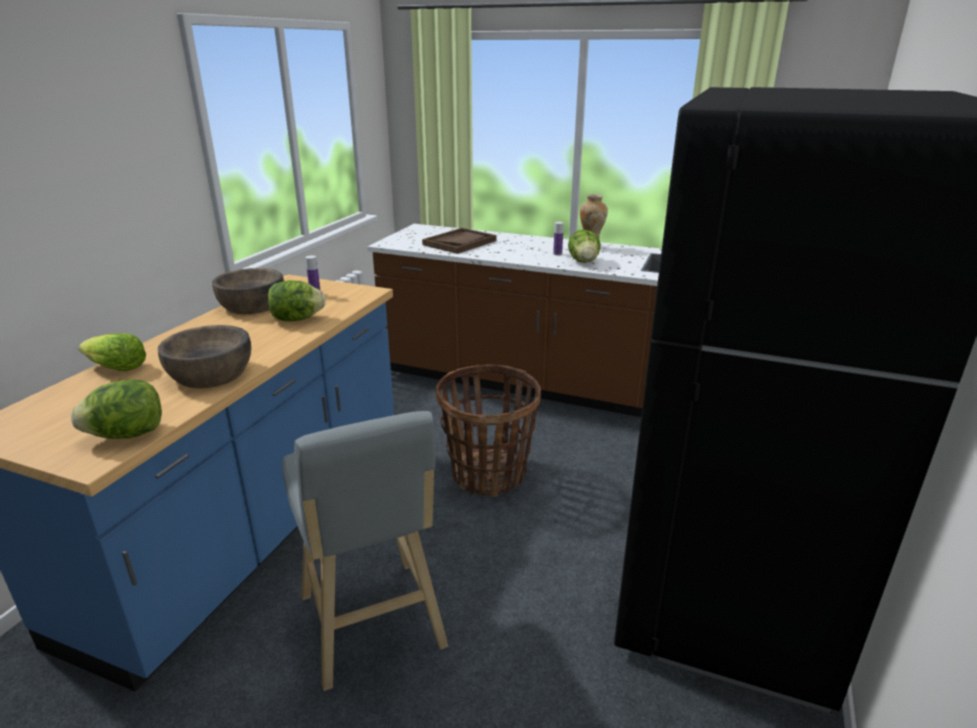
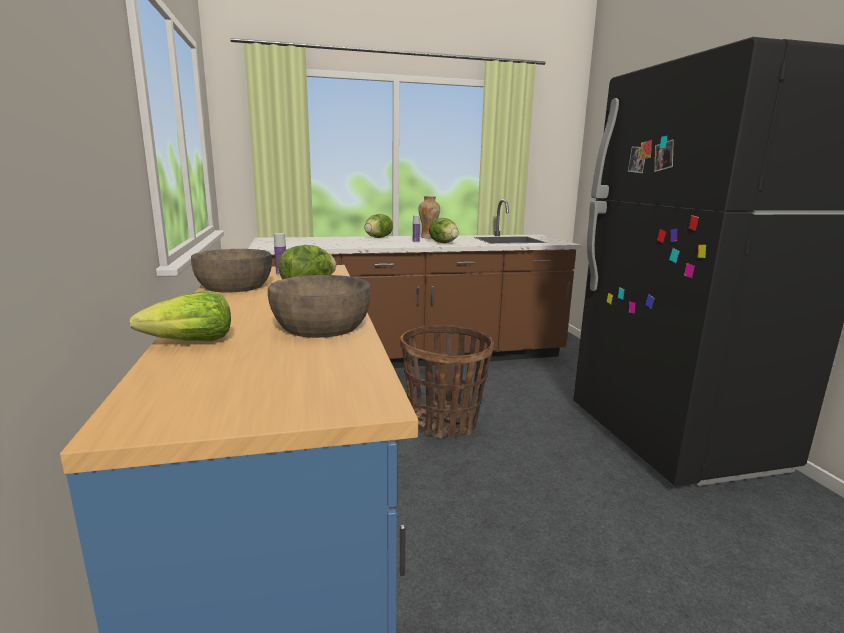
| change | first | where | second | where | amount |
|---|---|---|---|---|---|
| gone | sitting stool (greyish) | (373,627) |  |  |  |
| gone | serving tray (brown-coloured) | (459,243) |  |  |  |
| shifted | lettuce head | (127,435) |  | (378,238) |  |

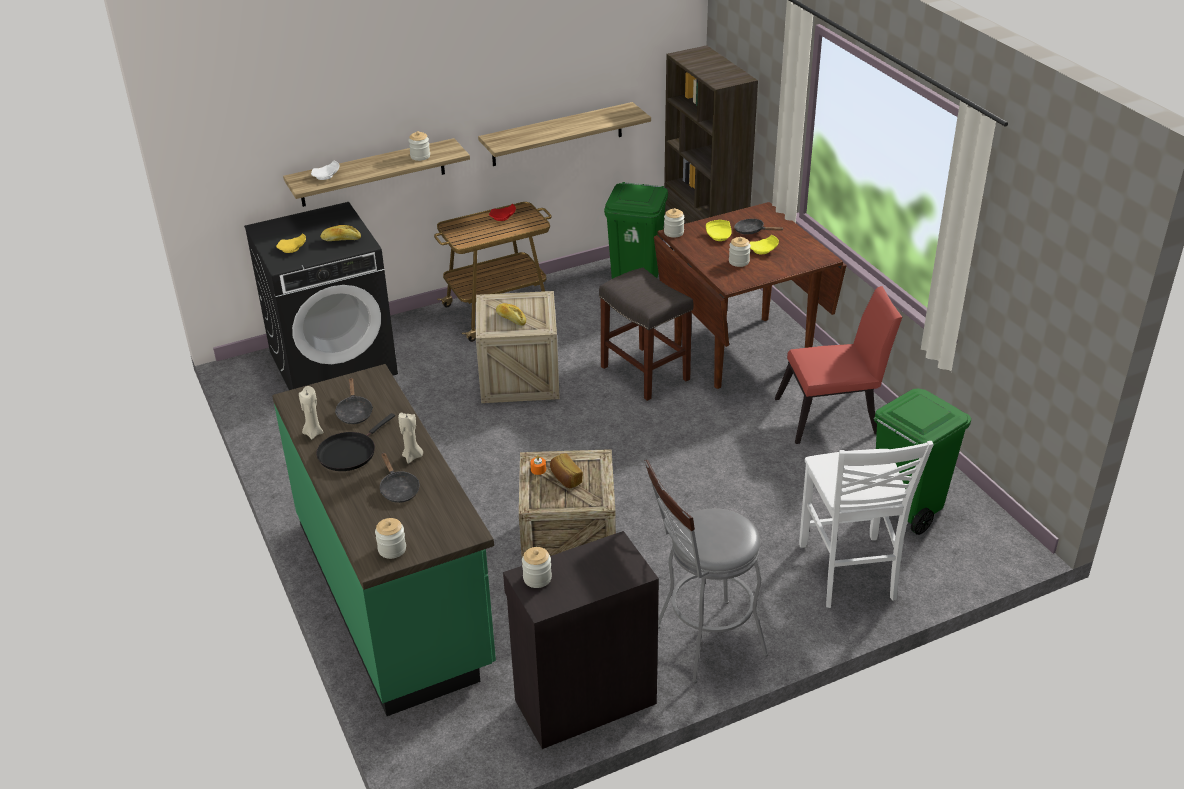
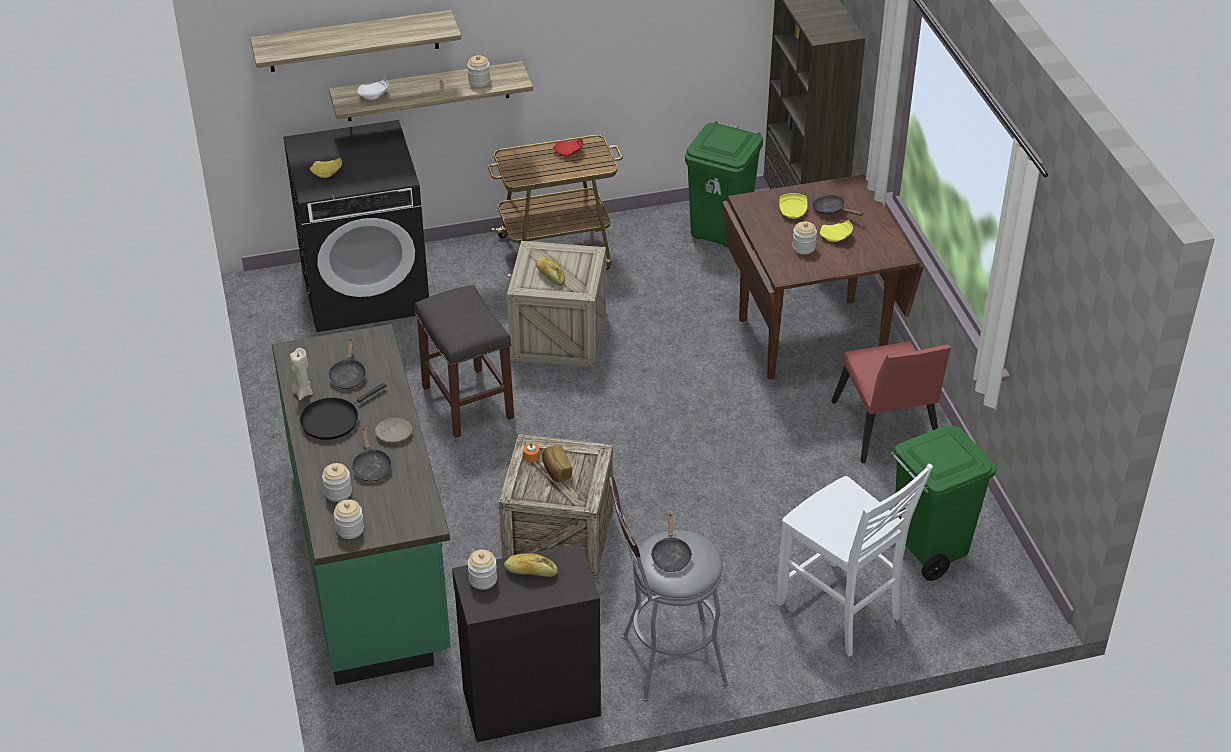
| change | first | where | second | where | amount |
|---|---|---|---|---|---|
| new |  |  | pan (black-coloured) | (671,555) |  |
| shifted | bakery bread | (341,239) |  | (530,571) |  |
| shifted | shelf | (557,134) |  | (353,41) |  |
| shifted | sitting stool (greyish) | (643,373) |  | (466,402) |  |
| shifted | storage jar | (673,232) |  | (338,492) |  |
| swapped | candle (sand-coloured) | (412,457) | dinner plate (sand-coloured) | (393,433) |  |
| rotated | upright chair (red) | (833,416) |  | (887,430) | 75 degrees clockwise |
| rotated | upright chair (white-coloured) | (848,573) |  | (840,611) | 45 degrees counterclockwise |

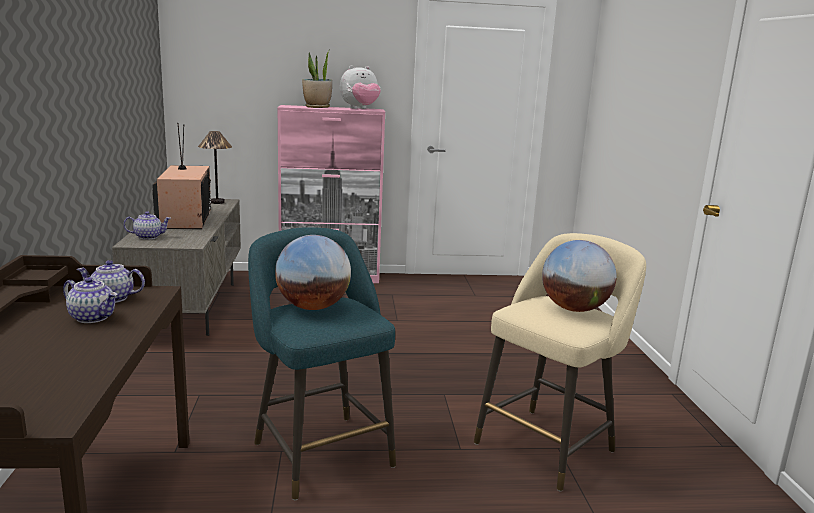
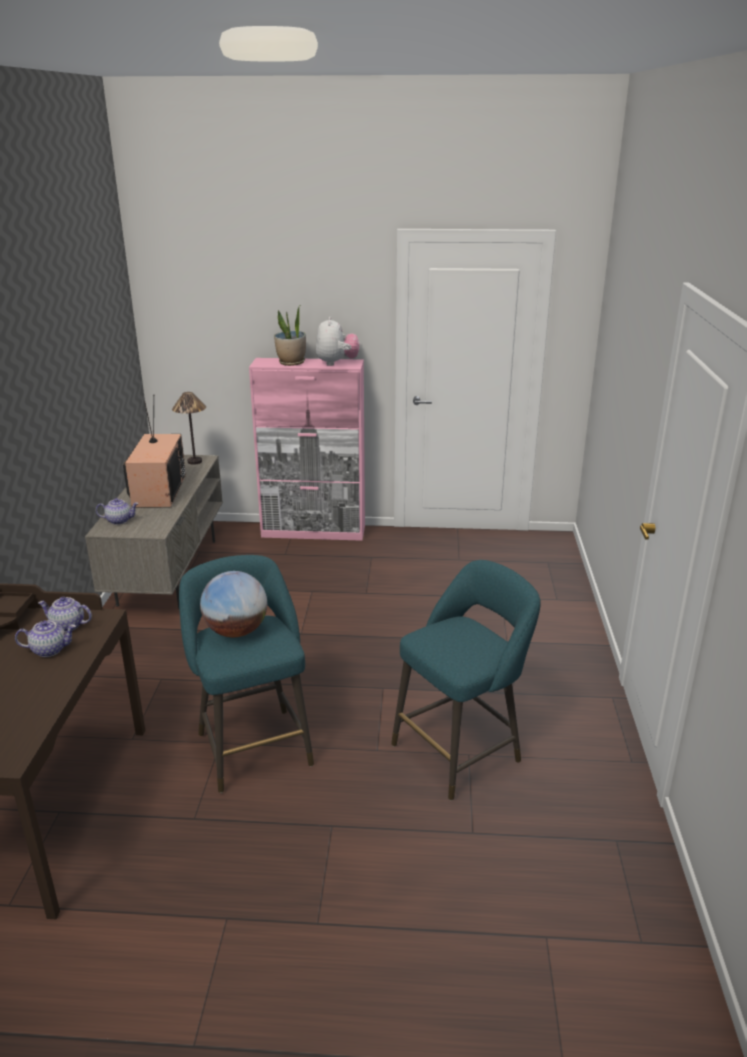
| change | first | where | second | where | amount |
|---|---|---|---|---|---|
| gone | desk globe | (574,309) |  |  |  |
| repainted | sitting stool (sand-coloured) | (549,444) | sitting stool (turquoise) | (461,750) |  |
| rotated | pot for tea | (93,317) |  | (50,650) | 45 degrees counterclockwise |
| rotated | soft toy | (360,109) |  | (336,363) | 75 degrees counterclockwise |

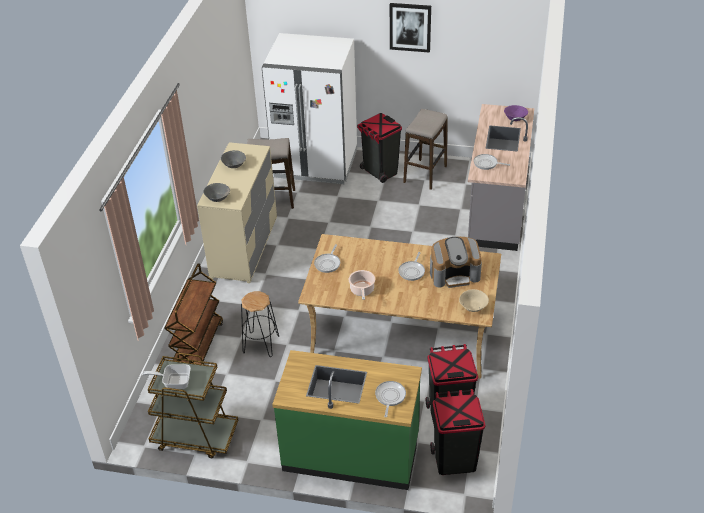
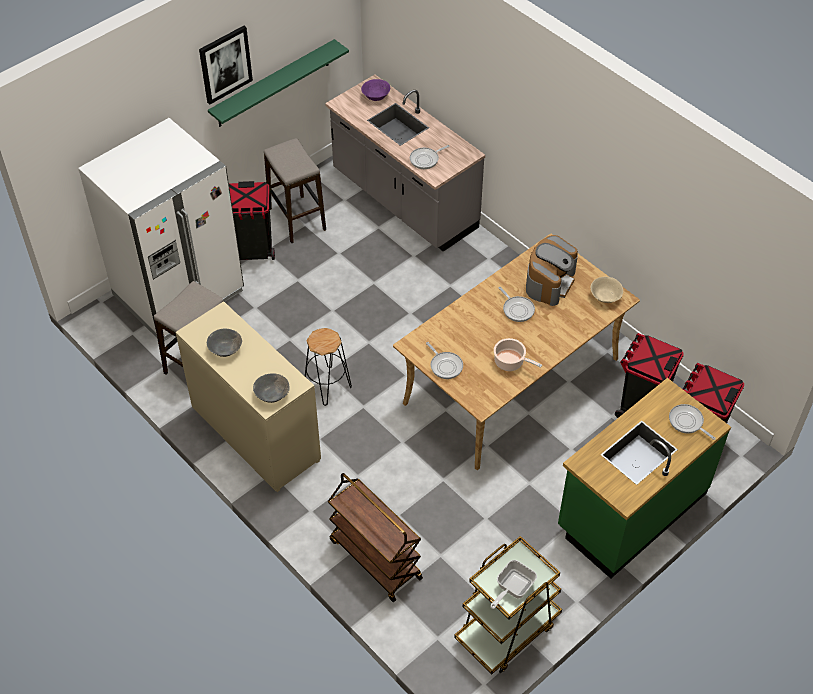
| change | first | where | second | where | amount |
|---|---|---|---|---|---|
| new |  |  | shelf (green) | (273,84) |  |
| shifted | sitting stool (black-coloured) | (260,344) |  | (327,386) |  |

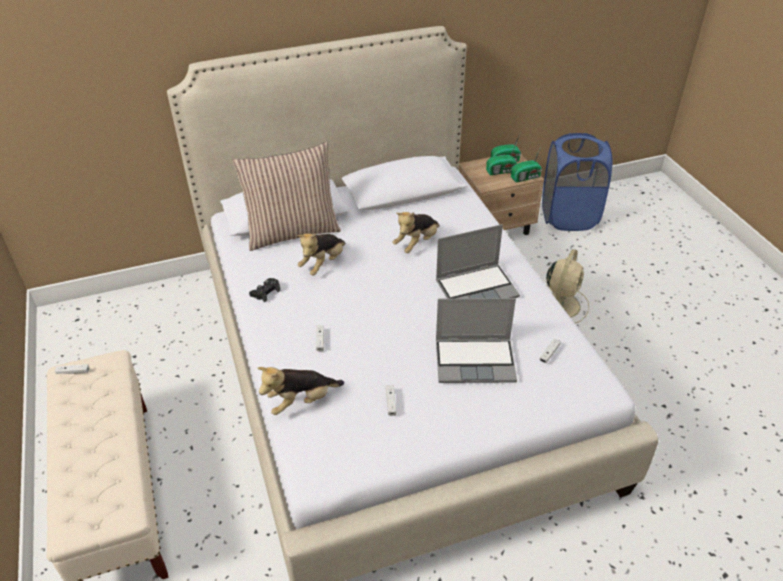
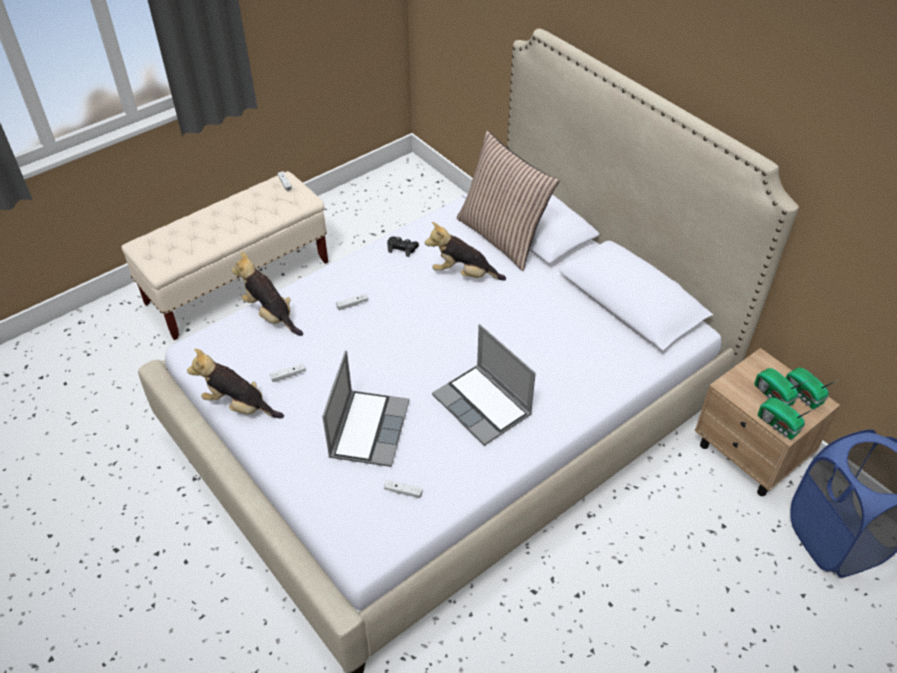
| change | first | where | second | where | amount |
|---|---|---|---|---|---|
| gone | electric fan (sand-coloured) | (561,304) |  |  |  |
| shifted | soft toy | (417,243) |  | (239,406) |  |
| rotated | laptop | (476,361) |  | (368,428) | 150 degrees counterclockwise |

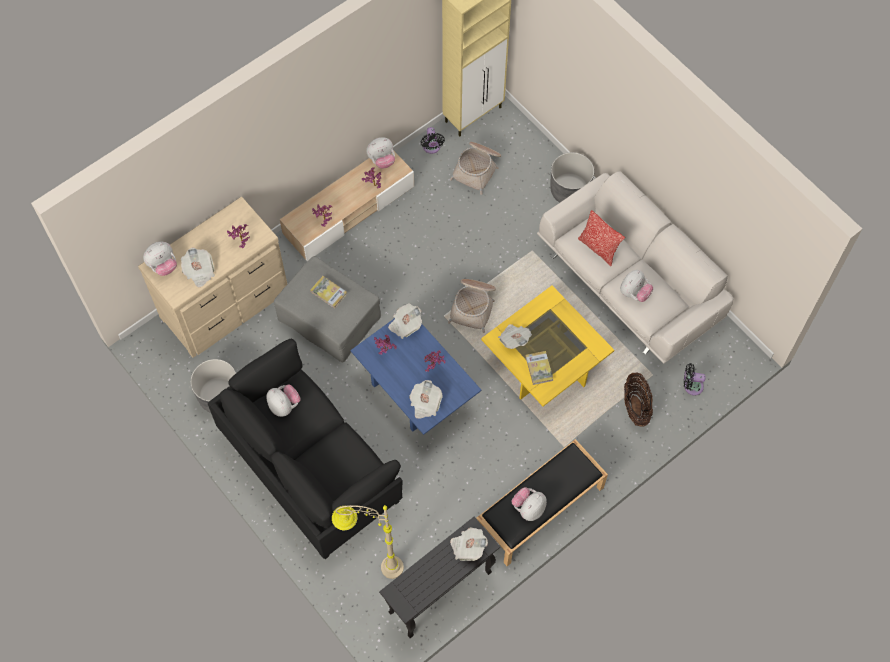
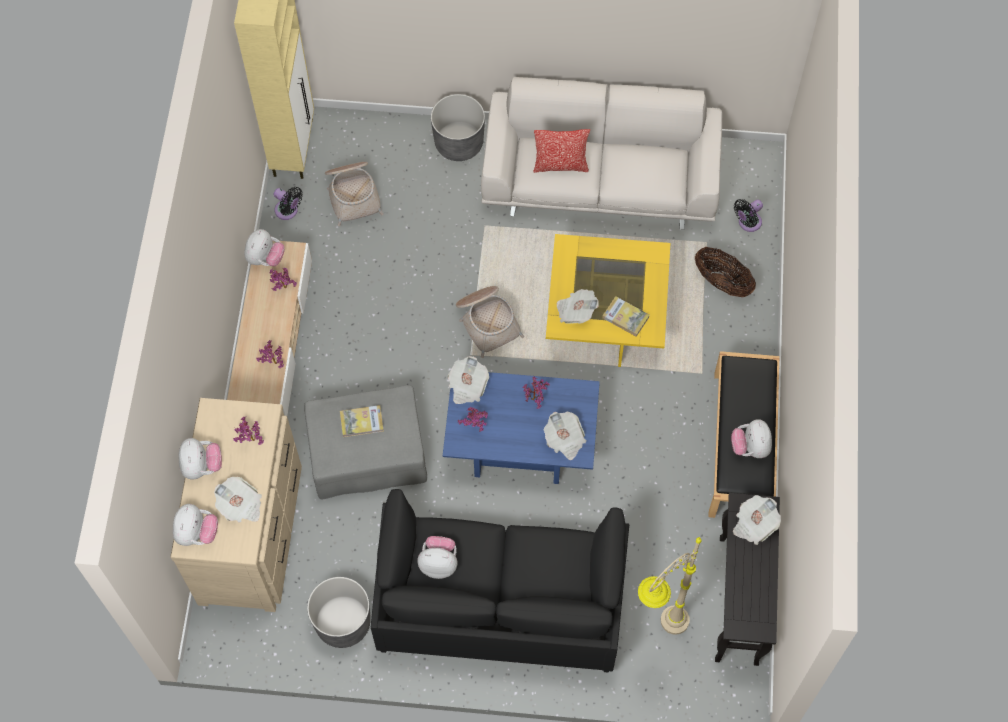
| change | first | where | second | where | amount |
|---|---|---|---|---|---|
| shifted | soft toy | (634,293) |  | (202,466) |  |

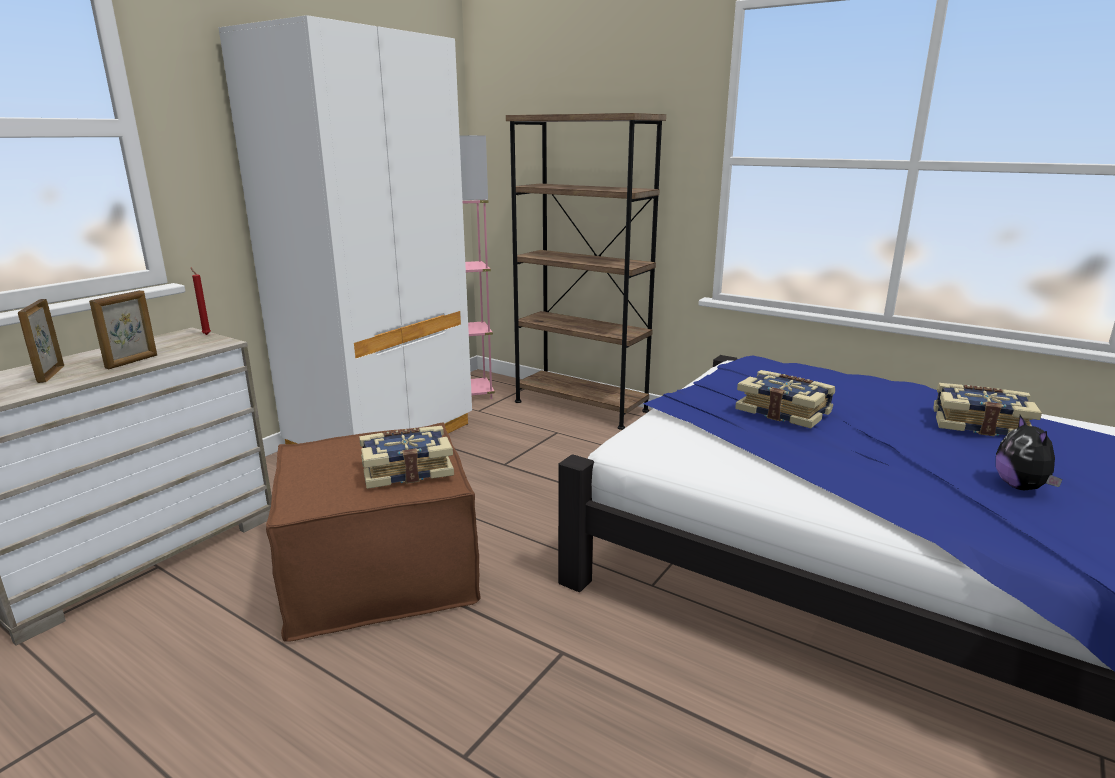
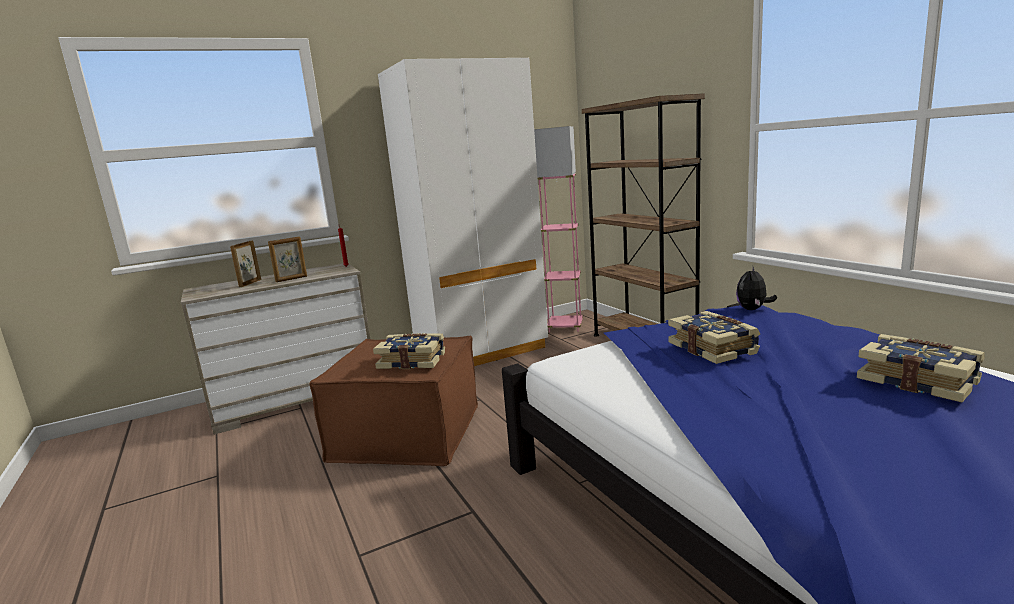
| change | first | where | second | where | amount |
|---|---|---|---|---|---|
| shifted | soft toy | (1021,487) |  | (753,309) |  |

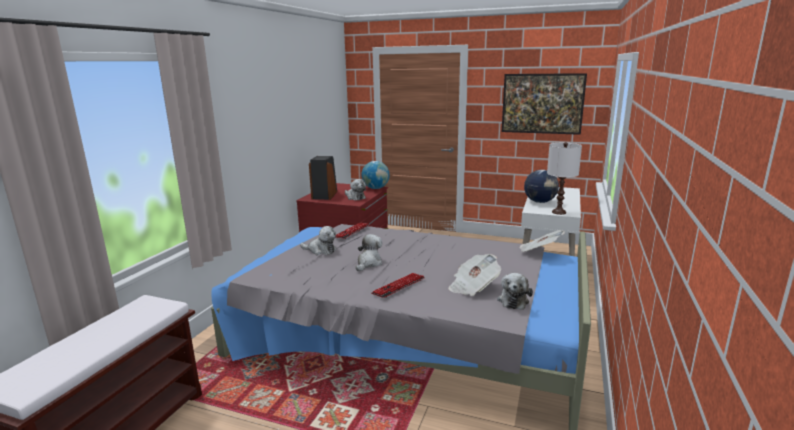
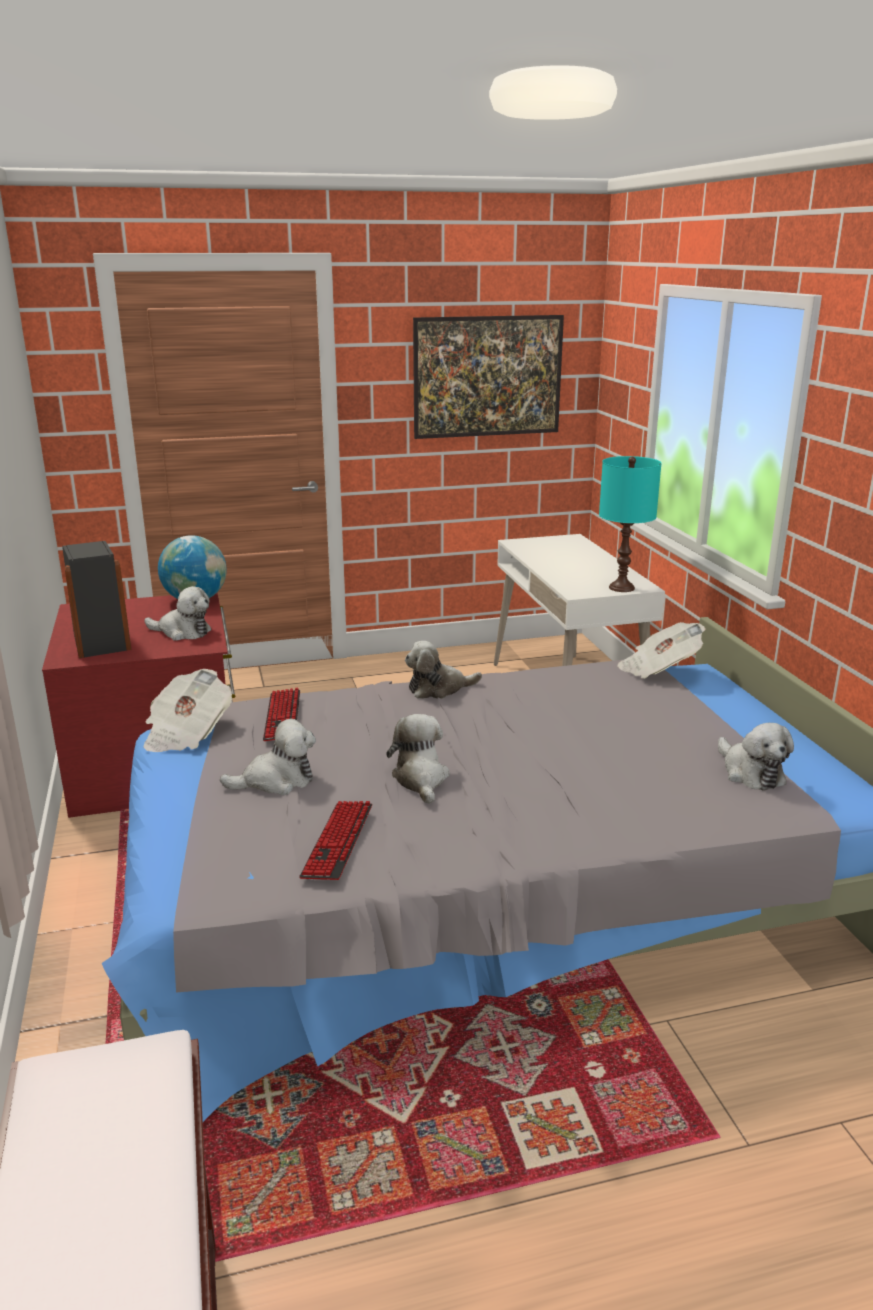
| change | first | where | second | where | amount |
|---|---|---|---|---|---|
| gone | desk globe | (540,202) |  |  |  |
| new |  |  | soft toy | (438,689) |  |
| shifted | keyboard | (398,286) |  | (338,841) |  |
| shifted | printed paper | (473,287) |  | (186,734) |  |
| repainted | tabletop lamp (white-coloured) | (559,212) | tabletop lamp (turquoise) | (622,587) |  |

